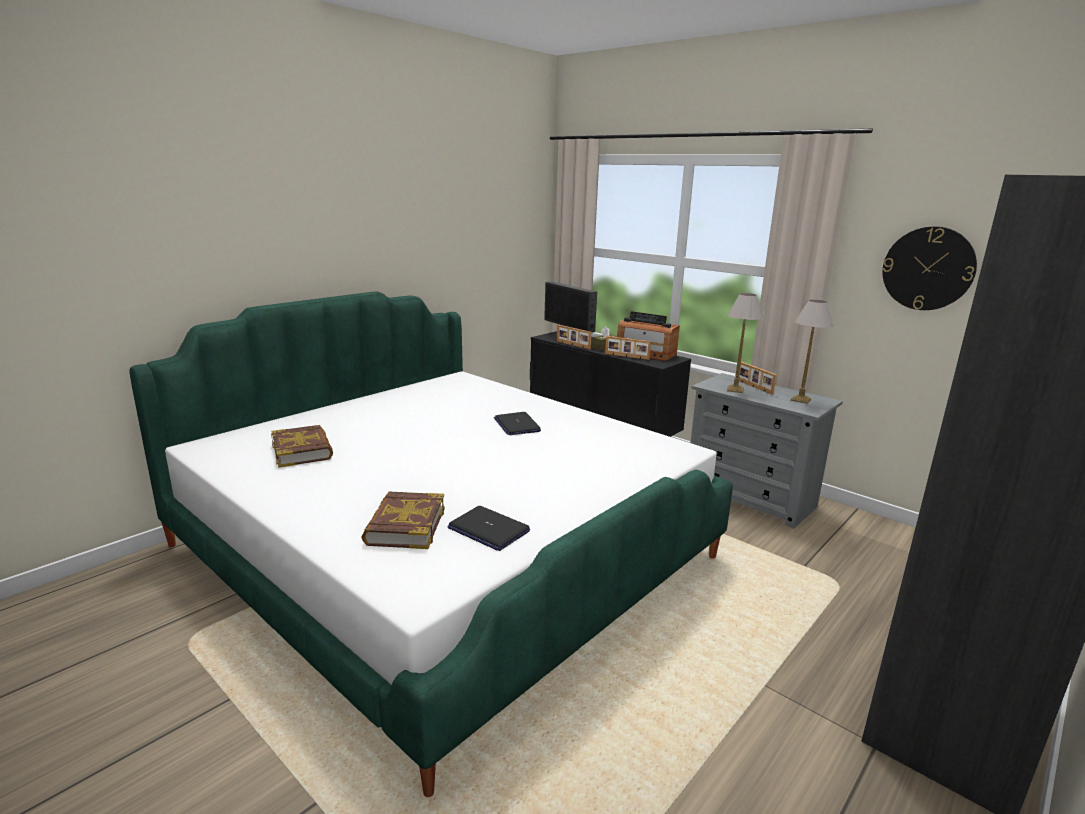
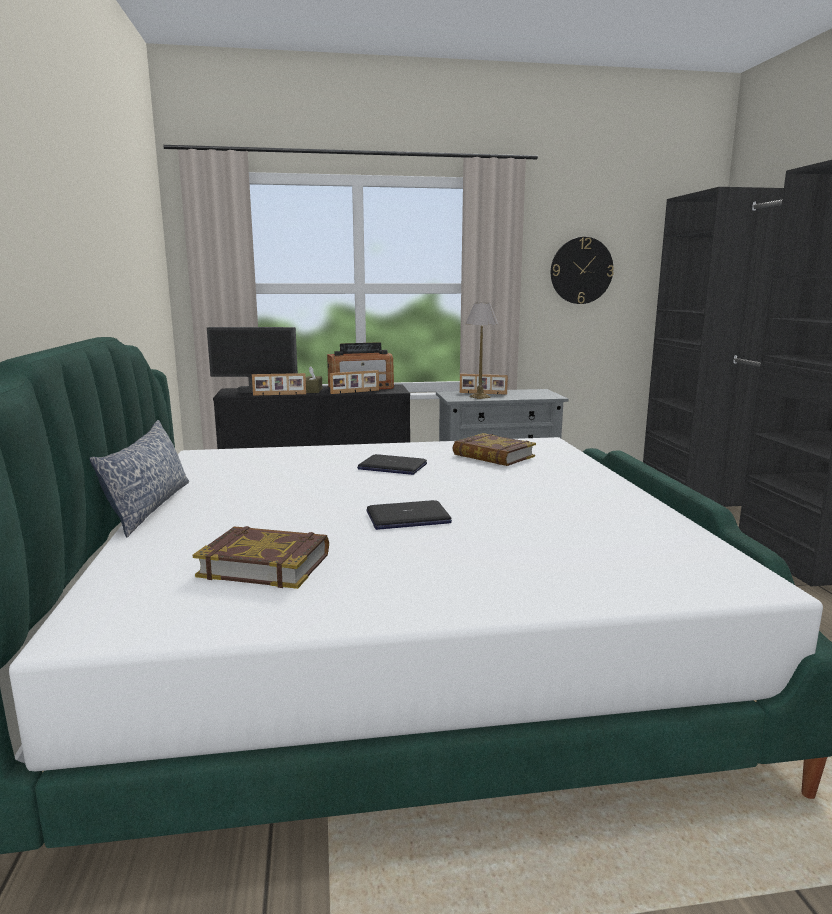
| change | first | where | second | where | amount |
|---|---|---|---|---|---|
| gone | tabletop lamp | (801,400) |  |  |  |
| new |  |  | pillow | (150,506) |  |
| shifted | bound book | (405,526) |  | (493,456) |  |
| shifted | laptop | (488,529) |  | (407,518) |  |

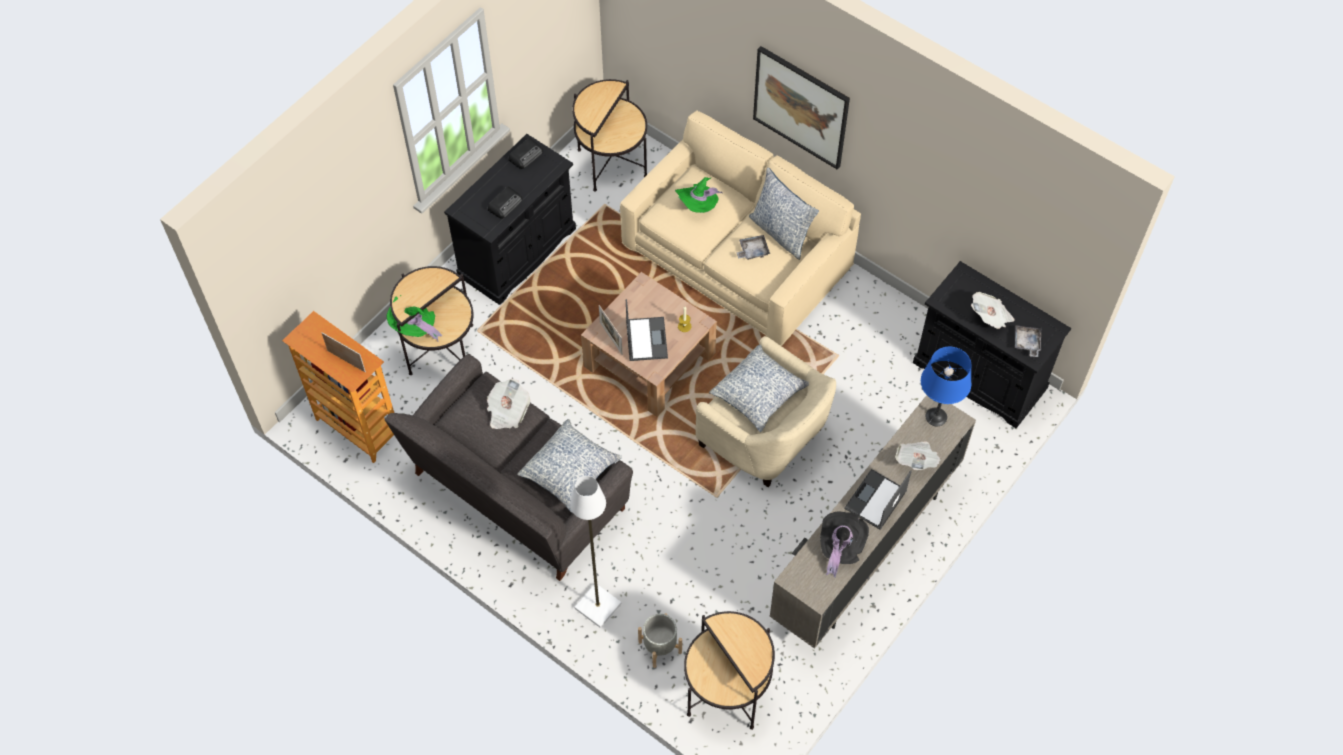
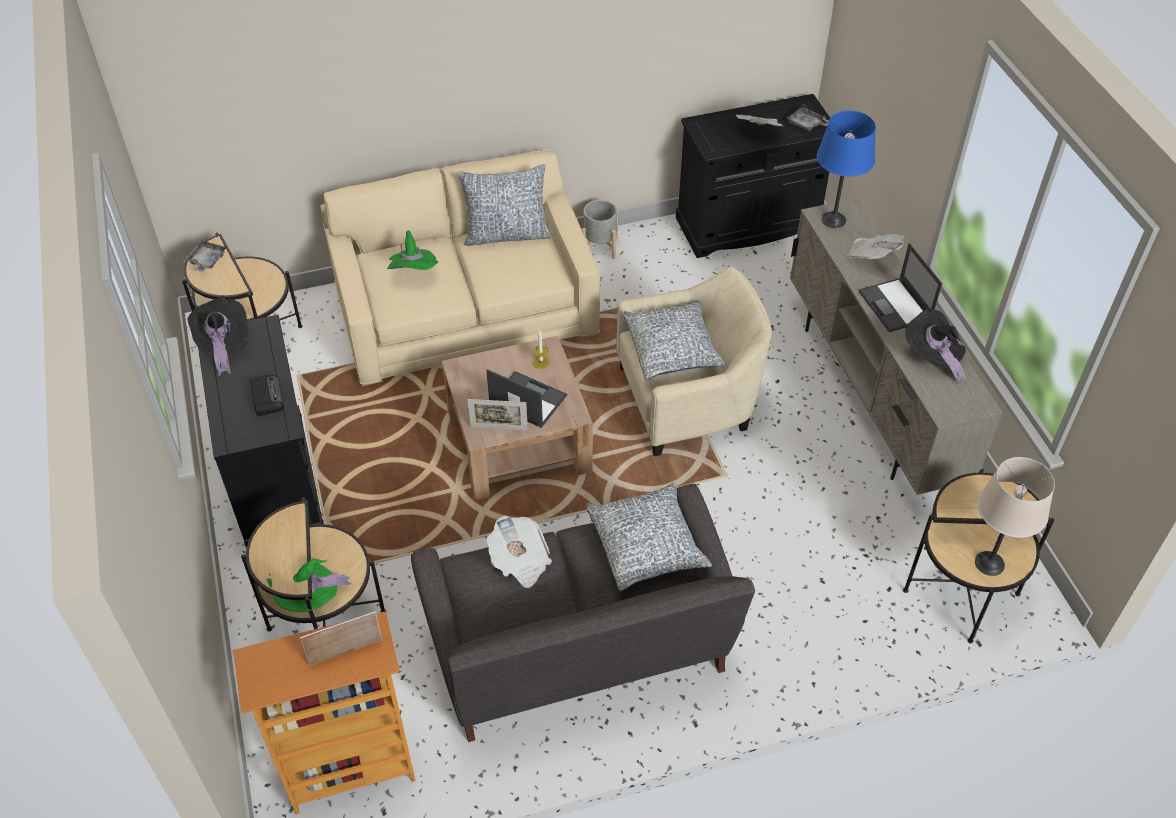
| change | first | where | second | where | amount |
|---|---|---|---|---|---|
| gone | floor lamp (white-coloured) | (597,606) |  |  |  |
| gone | picture | (801,107) |  |  |  |
| new |  |  | tabletop lamp (sand-coloured) | (989,563) |  |
| shifted | flower pot (greyish) | (660,647) |  | (599,246) |  |
| shifted | serving tray (greyish) | (752,251) |  | (206,260) |  |
| swapped | radio receiver | (526,155) | clothing hat (black-coloured) | (223,346) |  |

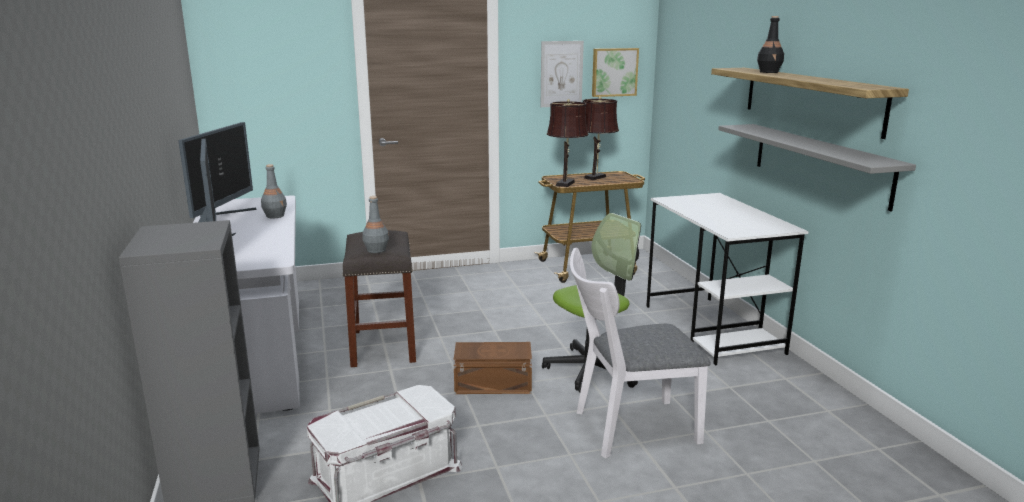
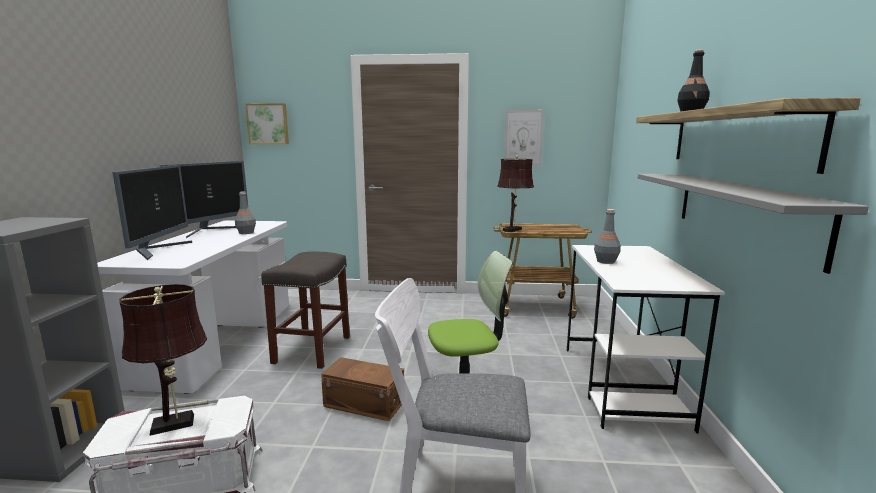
| change | first | where | second | where | amount |
|---|---|---|---|---|---|
| shifted | drink bottle (greyish) | (376,250) |  | (605,261) |  |
| shifted | tabletop lamp (brown-coloured) | (596,177) |  | (177,423) |  |
| shifted | picture | (614,72) |  | (268,124) |  |

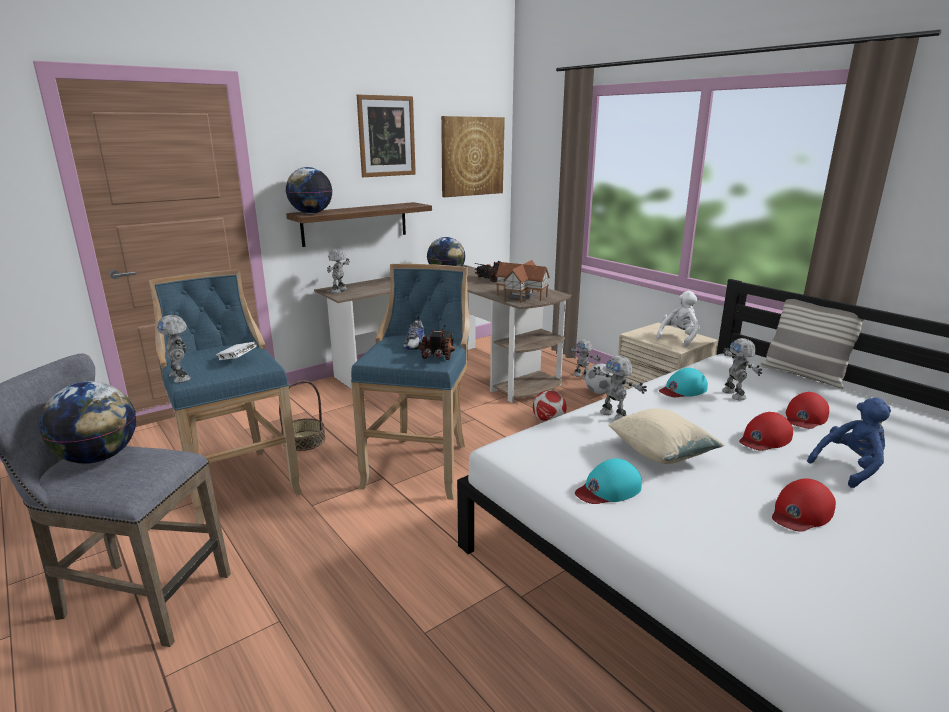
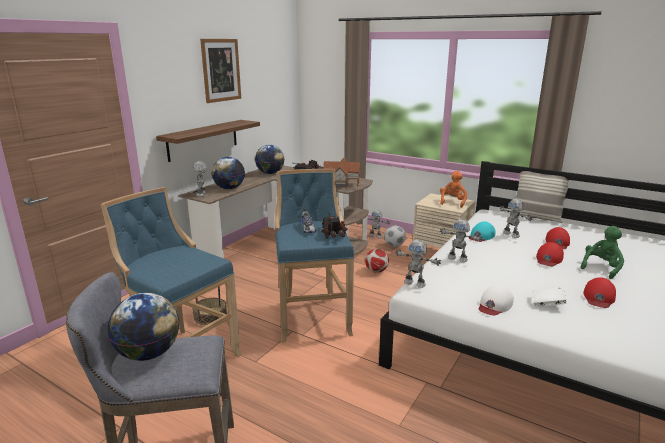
| change | first | where | second | where | amount |
|---|---|---|---|---|---|
| gone | picture | (472,156) |  |  |  |
| gone | pillow (sand-coloured) | (661,454) |  |  |  |
| shifted | robot figure | (181,377) |  | (415,283) |  |
| shifted | bound book (white-coloured) | (237,360) |  | (547,304) |  |
| shifted | desk globe | (311,213) |  | (229,188) |  |
| repainted | peaked cap (turquoise) | (608,489) | peaked cap (white-coloured) | (494,304) |  |
| repainted | soft toy (white-coloured) | (679,338) | soft toy (orange-coloured) | (452,202) |  |
| repainted | soft toy (bluish) | (850,467) | soft toy (green) | (601,268) |  |

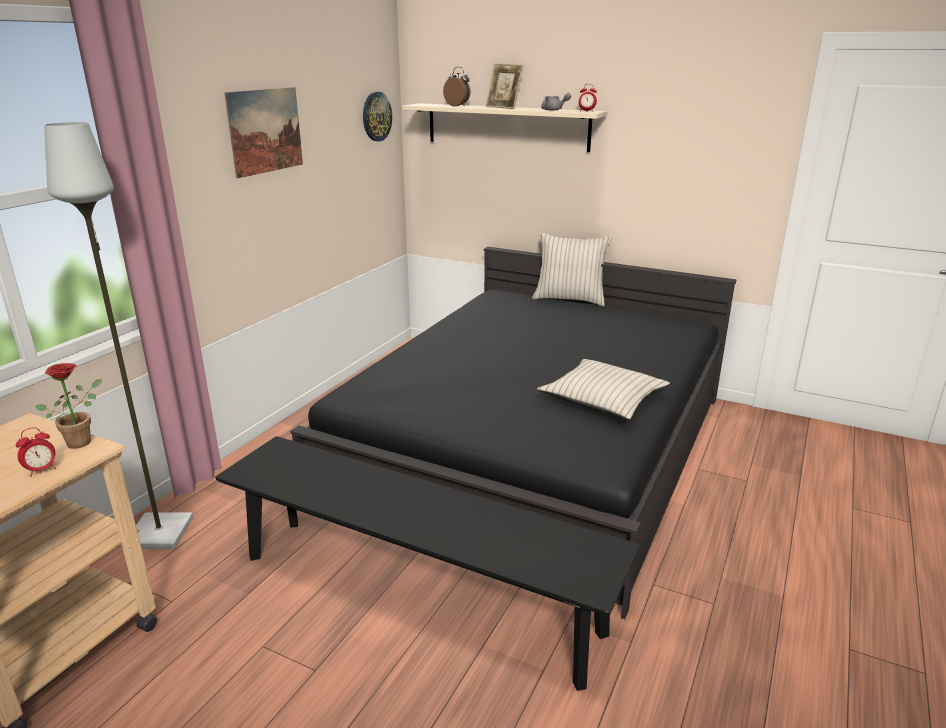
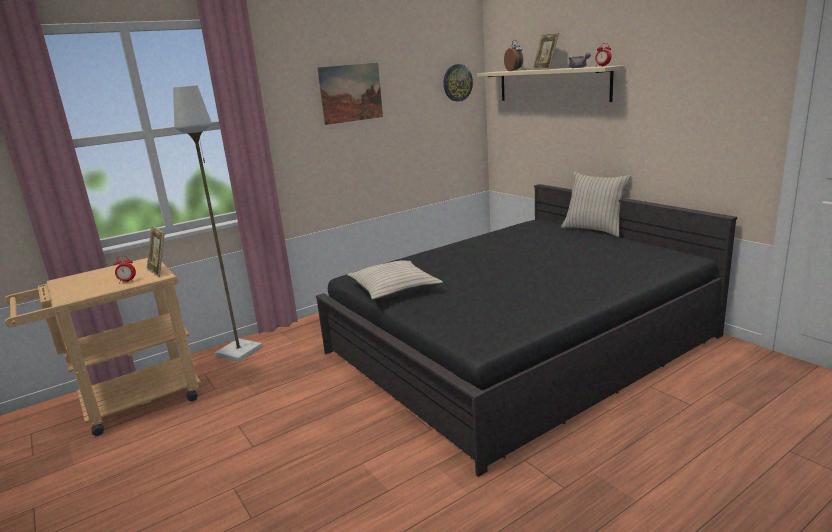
| change | first | where | second | where | amount |
|---|---|---|---|---|---|
| gone | bench (black-coloured) | (416,593) |  |  |  |
| shifted | pillow (sand-coloured) | (603,399) |  | (394,289) |  |
| swapped | potted plant | (83,440) | picture frame | (160,271) |  |

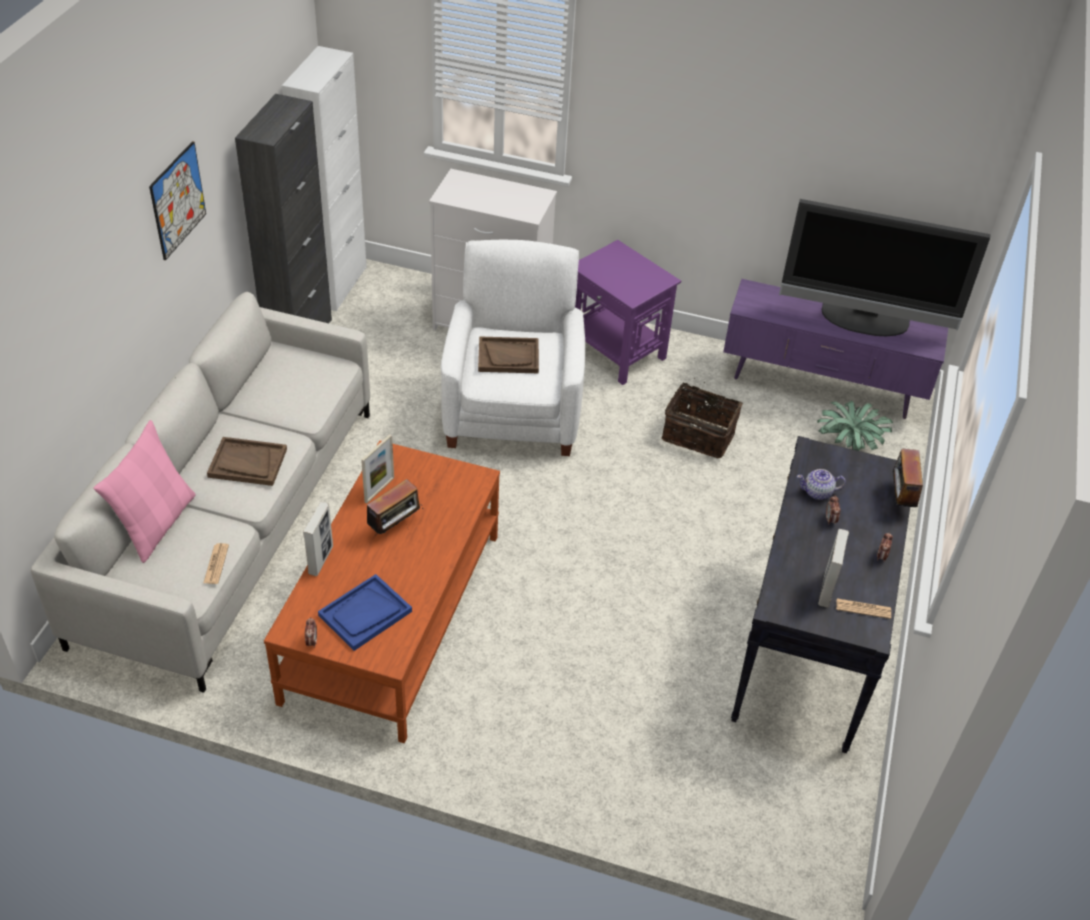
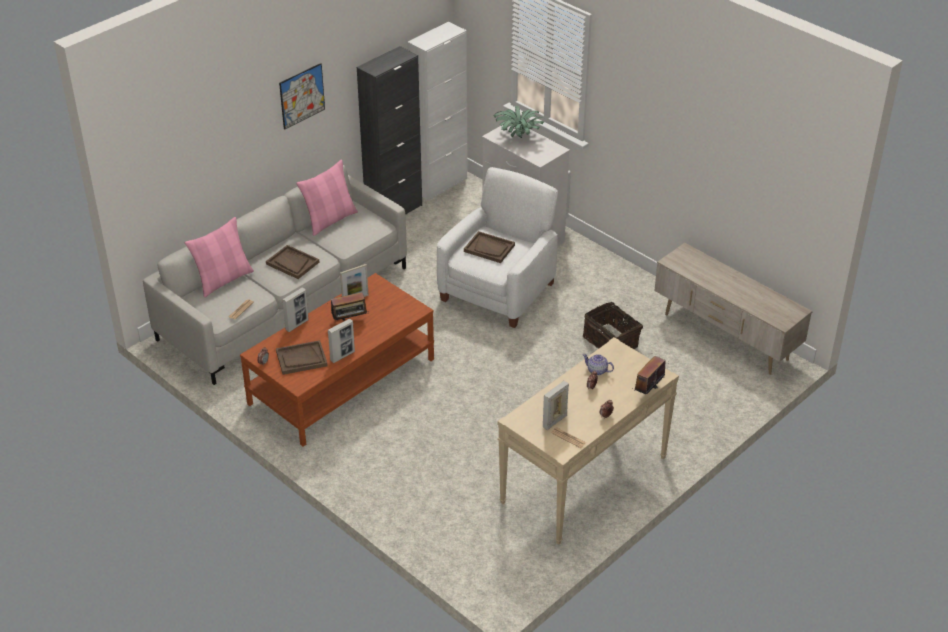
| change | first | where | second | where | amount |
|---|---|---|---|---|---|
| gone | end table (purple) | (616,352) |  |  |  |
| gone | television | (864,321) |  |  |  |
| new |  |  | pillow (pinkish) | (330,220) |  |
| new |  |  | picture frame | (342,356) |  |
| shifted | potted plant | (848,444) |  | (518,136) |  |
| repainted | serving tray (bluish) | (365,614) | serving tray (brown-coloured) | (301,359) |  |
| repainted | tv stand (purple) | (821,387) | tv stand (sand-coloured) | (725,337) |  |
| repainted | console table (black-coloured) | (808,644) | console table (sand-coloured) | (584,480) |  |

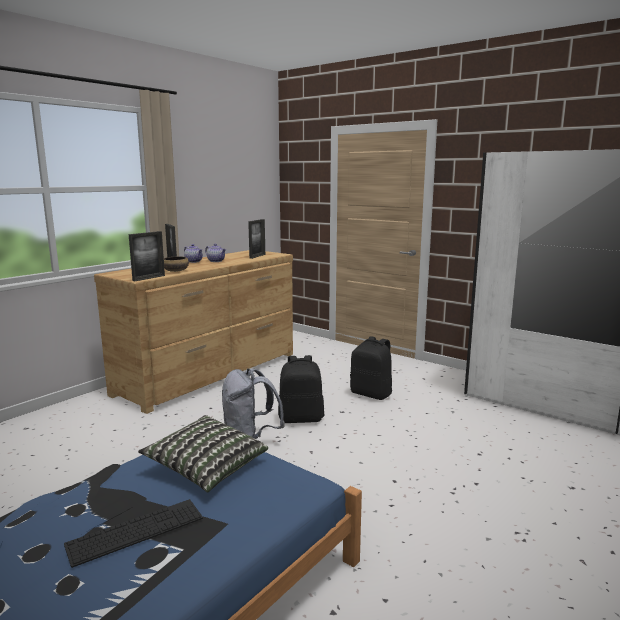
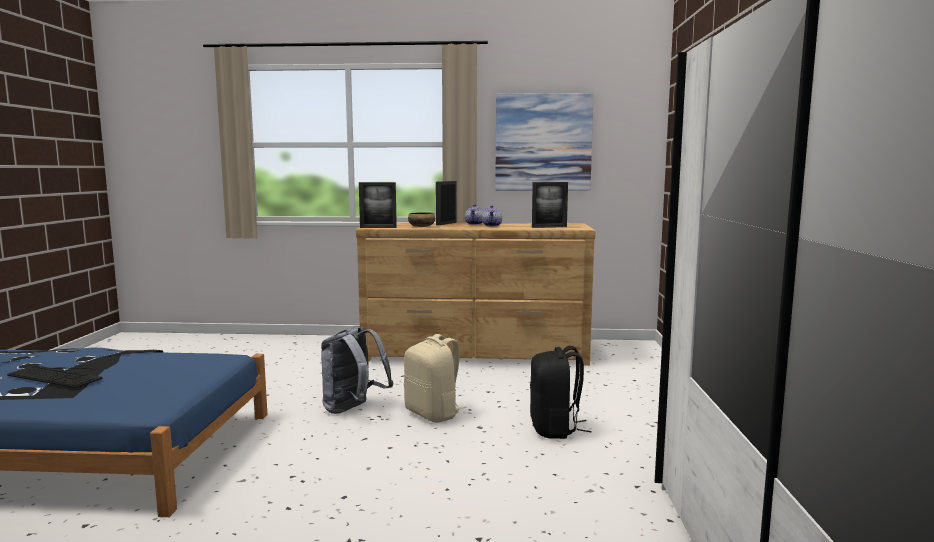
| change | first | where | second | where | amount |
|---|---|---|---|---|---|
| gone | pillow | (207,467) |  |  |  |
| new |  |  | picture | (543,142) |  |
| repainted | knapsack (black-coloured) | (301,418) | knapsack (sand-coloured) | (433,414) |  |

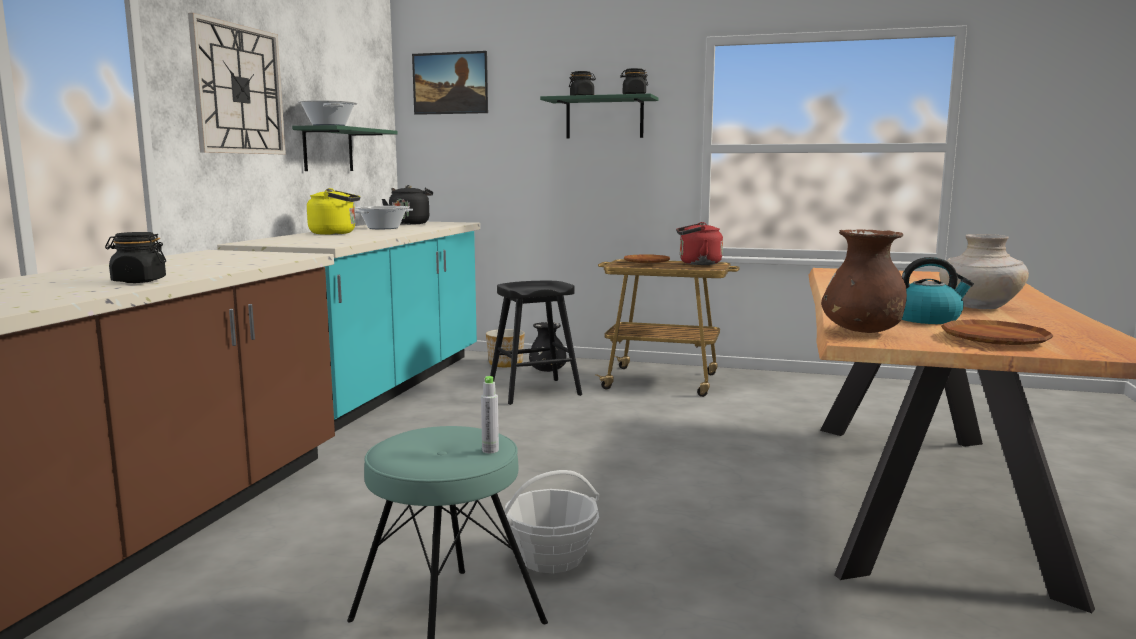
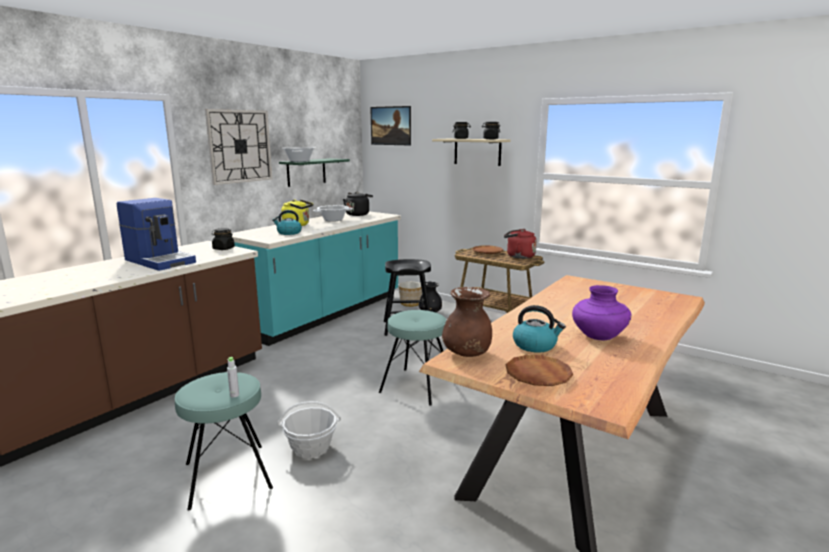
| change | first | where | second | where | amount |
|---|---|---|---|---|---|
| new |  |  | coffee maker | (160,261) |  |
| new |  |  | kettle | (288,233) |  |
| new |  |  | sitting stool (turquoise) | (417,386) |  |
| shifted | storage jar (black-coloured) | (138,281) |  | (223,248) |  |
| repainted | shelf (green) | (604,118) | shelf (sand-coloured) | (477,152) |  |
| repainted | decorative vase (sand-coloured) | (979,307) | decorative vase (purple) | (598,336) |  |

